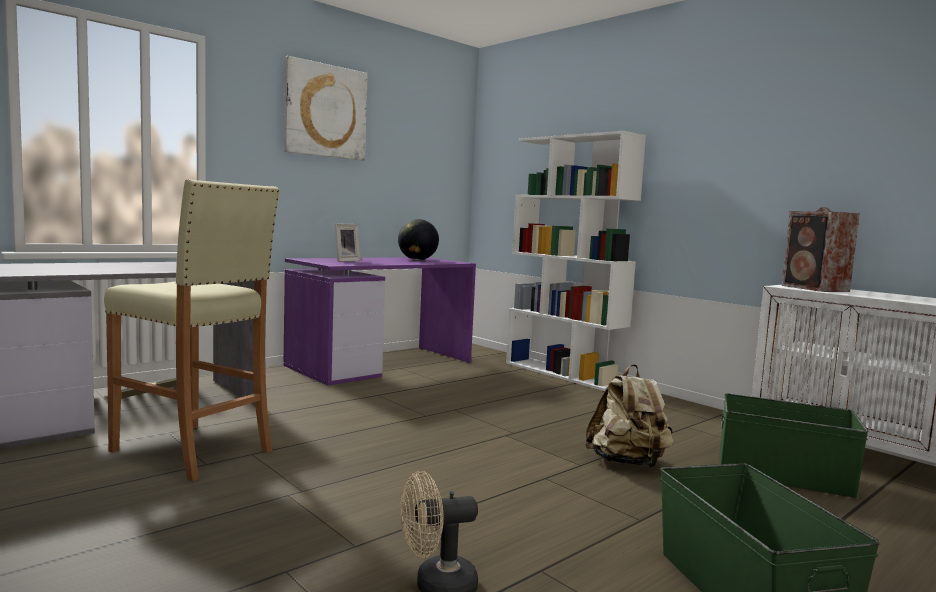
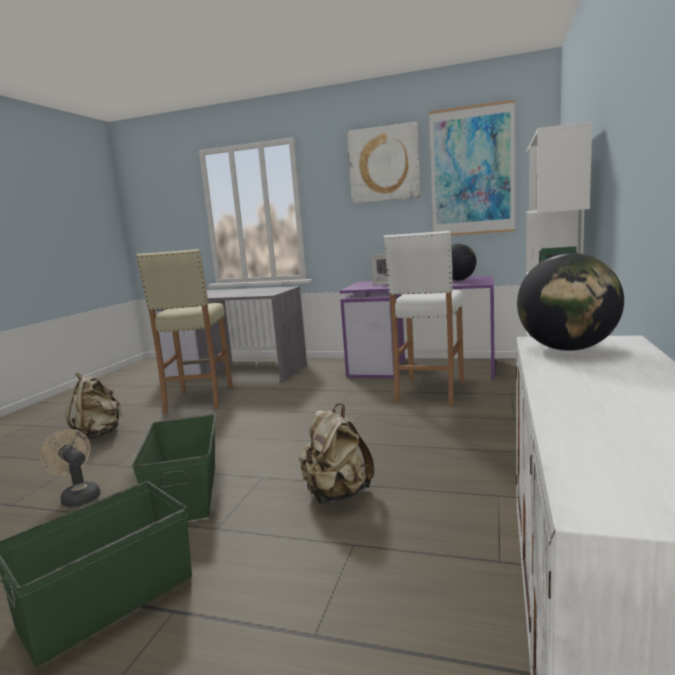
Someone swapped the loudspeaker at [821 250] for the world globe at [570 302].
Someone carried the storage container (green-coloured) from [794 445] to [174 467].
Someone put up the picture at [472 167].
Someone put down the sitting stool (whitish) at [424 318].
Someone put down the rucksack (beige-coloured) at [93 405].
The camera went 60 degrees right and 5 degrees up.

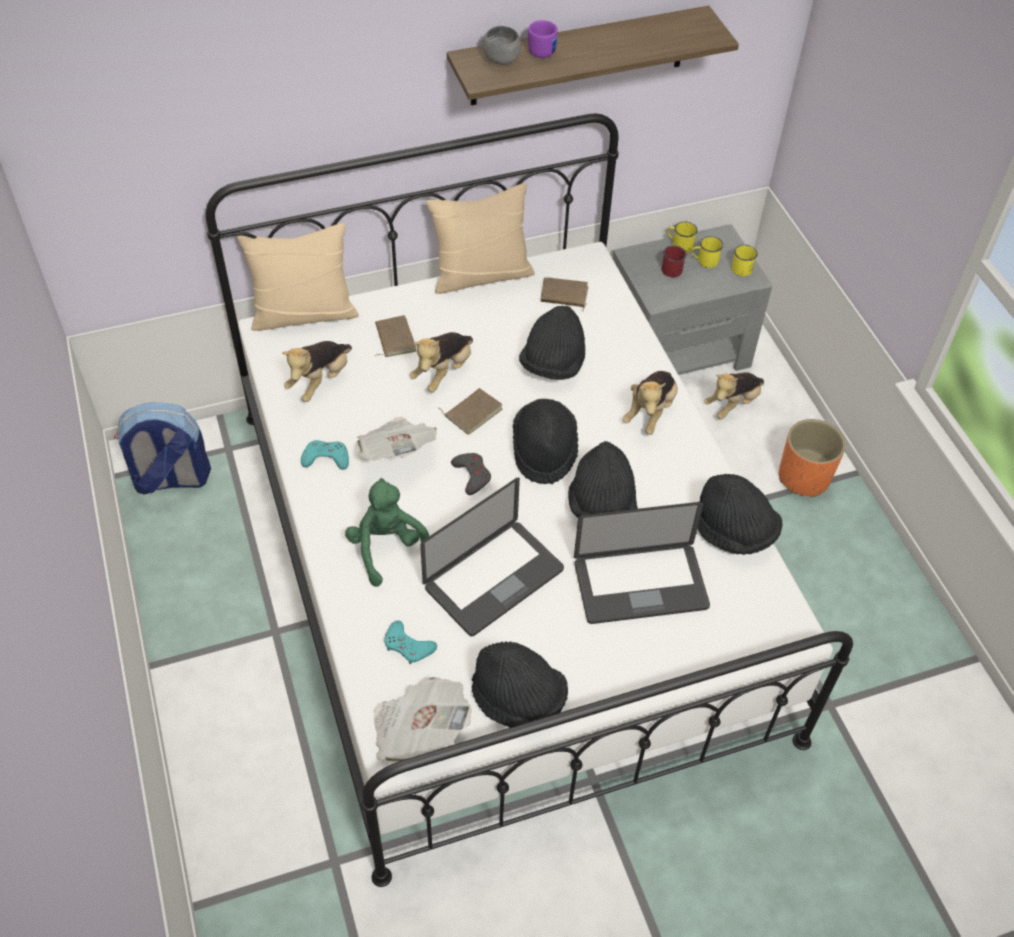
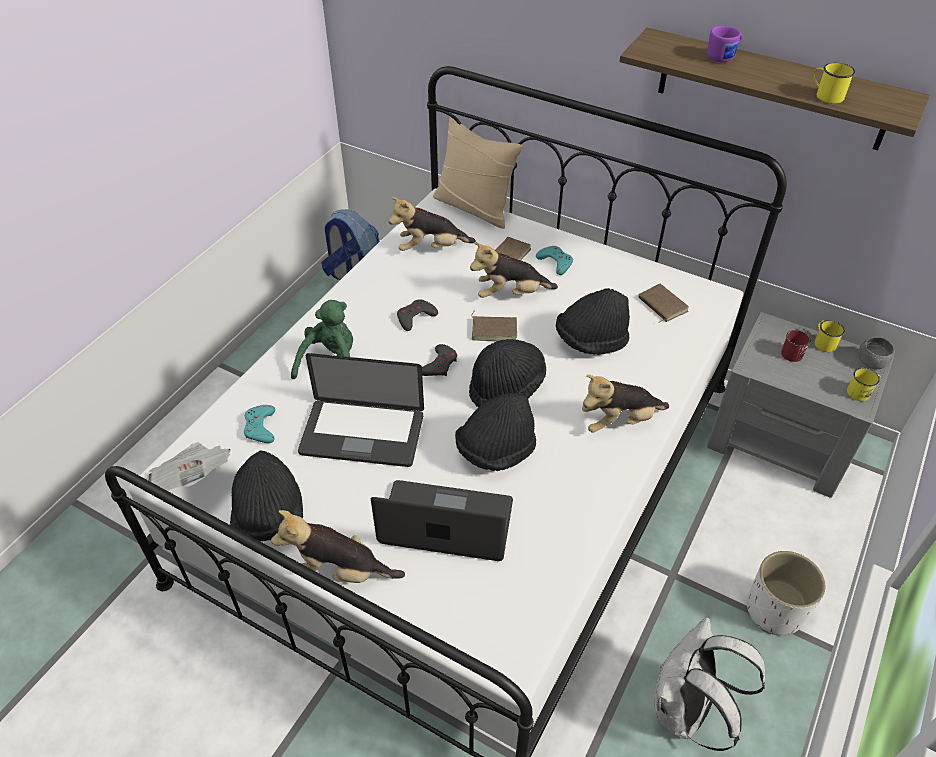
Someone carried the deep dish (grey) from [502 45] to [876 353].
Someone took away the cushion (beige-coloured) at [480 238].
Someone carried the coffee mug (yellowish) from [707 252] to [834 83].
Someone carried the plush toy from [734 395] to [338 546].
Someone swapped the printed paper at [396 438] for the joypad (grey) at [417 315].
Someone repainted the plant pot (orange-coloured) at [812 458], which became the plant pot (whitish) at [786 593].
Someone carried the joypad (turquoise-coloured) from [325 455] to [554 260].
Someone took away the clothing hat (blackish) at [739 514].
Someone rotated the notebook computer at [642 563] by 150 degrees clockwise.
Someone put down the rucksack (whitish) at [709 684].
The camera went 50 degrees right and 5 degrees down.

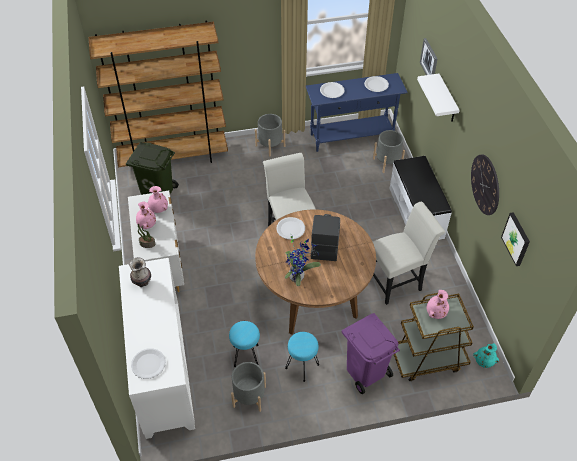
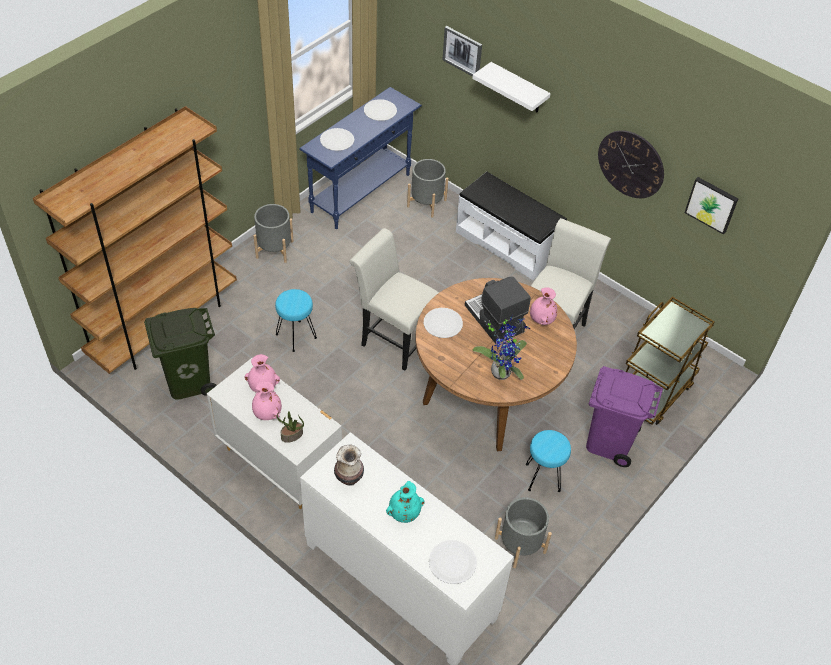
Someone carried the vase (pink) from [438 304] to [543 306].
Someone carried the sitting stool (turquoise-coloured) from [244 344] to [296 320].
Someone carried the vase (turquoise-coloured) from [486 355] to [405 502].
The camera went 40 degrees left and 0 degrees up.

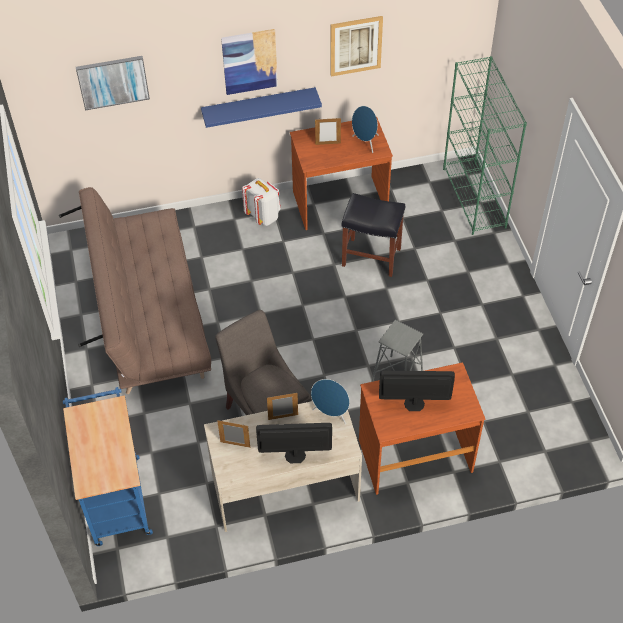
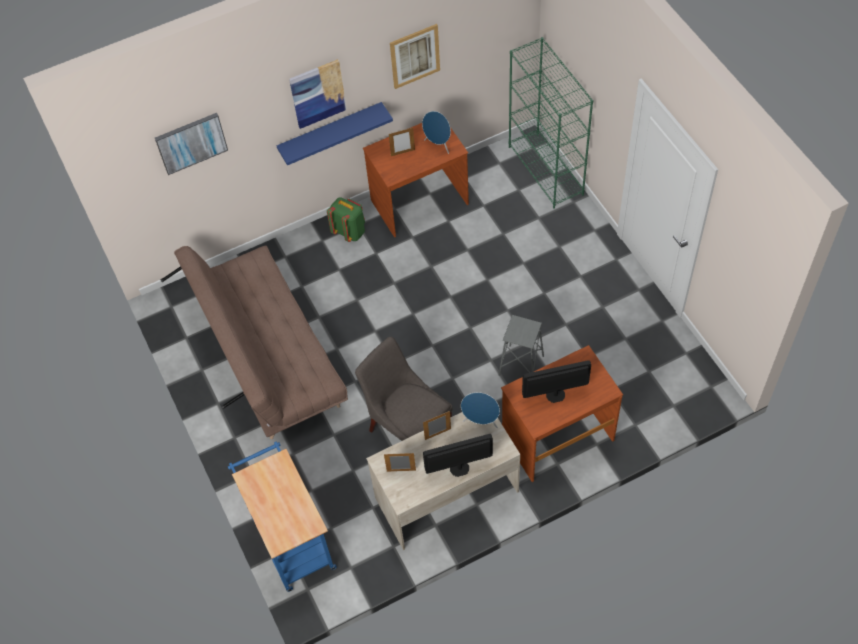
Someone repainted the rucksack (whitish) at [261 202], which became the rucksack (green-coloured) at [346 219].
Someone took away the sitting stool (blackish) at [373 235].
The camera went 10 degrees left and 5 degrees up.

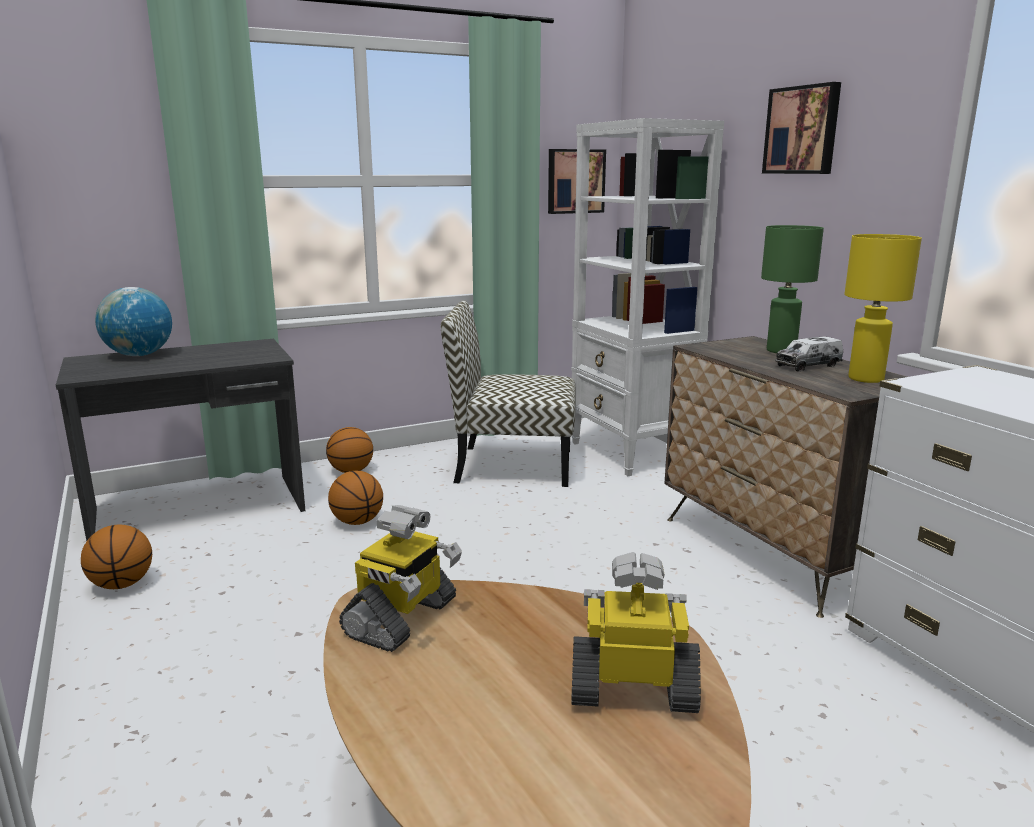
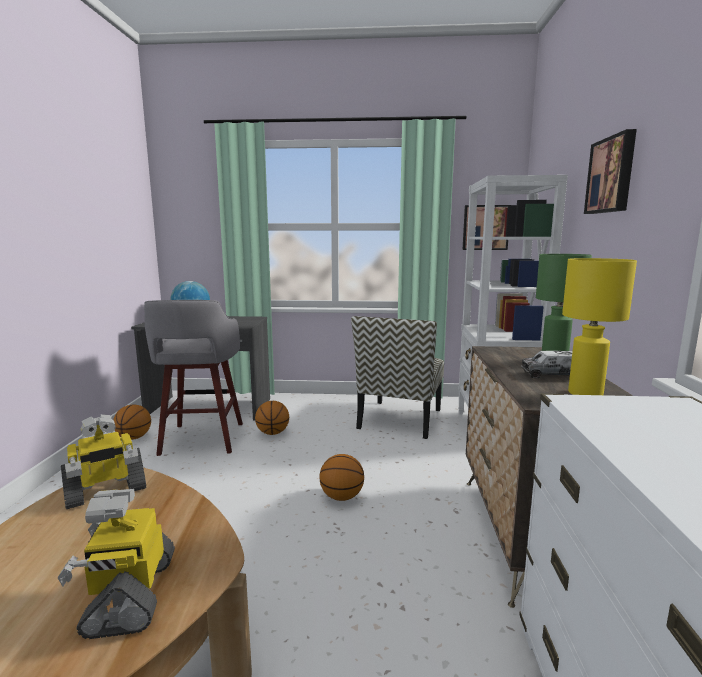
Someone rotated the upright chair at [508 393] by 105 degrees counterclockwise.
Someone carried the ball for basketball from [349 450] to [341 477].
Someone rotated the model robot at [636 632] by 135 degrees counterclockwise.
Someone put down the sitting stool (grey) at [193 378].
The camera went 30 degrees right and 5 degrees down.

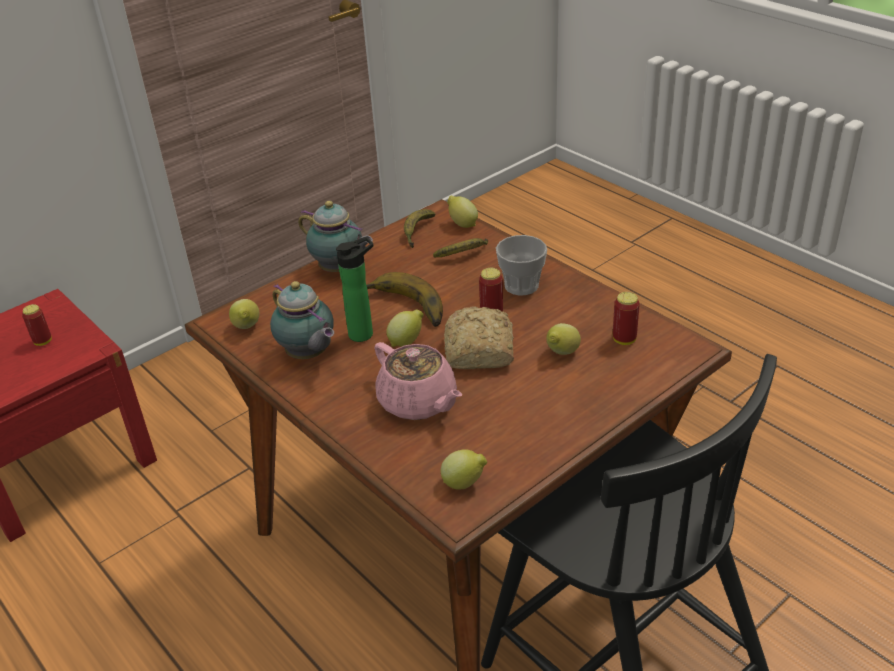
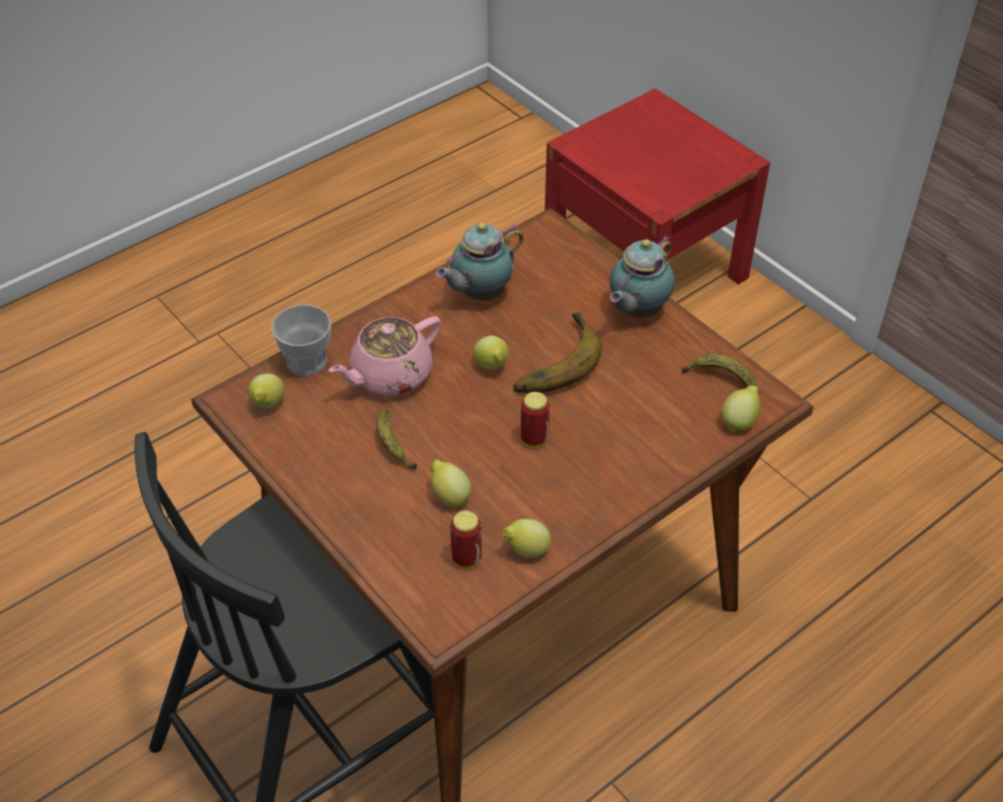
Someone carried the cup from [521 265] to [301 340].
Someone took away the drink bottle at [355 289].
Someone carried the banana fruit from [460 247] to [397 440].
Someone carried the whole lemon from [244 314] to [526 538].
Someone took away the sealed can at [37 325].
Someone took away the bakery bread at [479 337].
The camera went 90 degrees right and 10 degrees up.

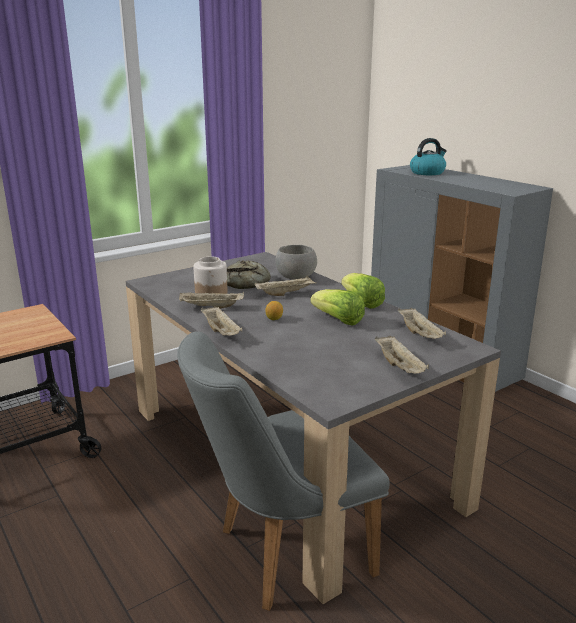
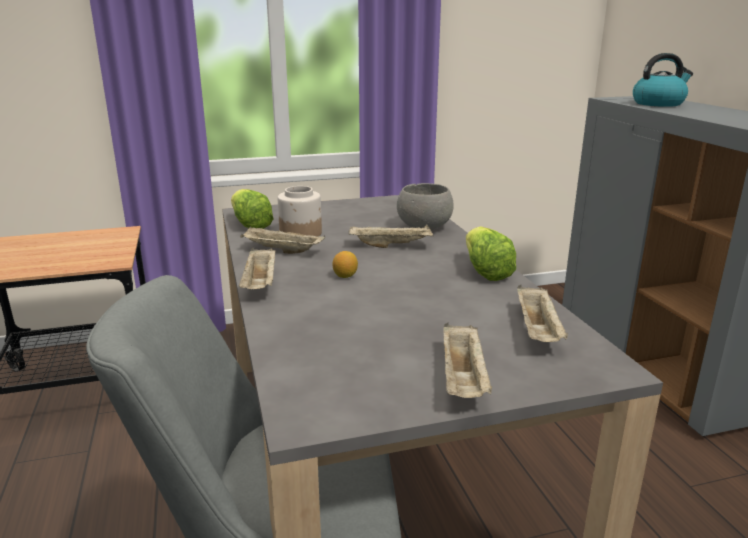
Someone took away the bakery bread at [249 274].
Someone carried the lettuce head from [337 307] to [252 209].
The camera went 20 degrees right and 0 degrees up.

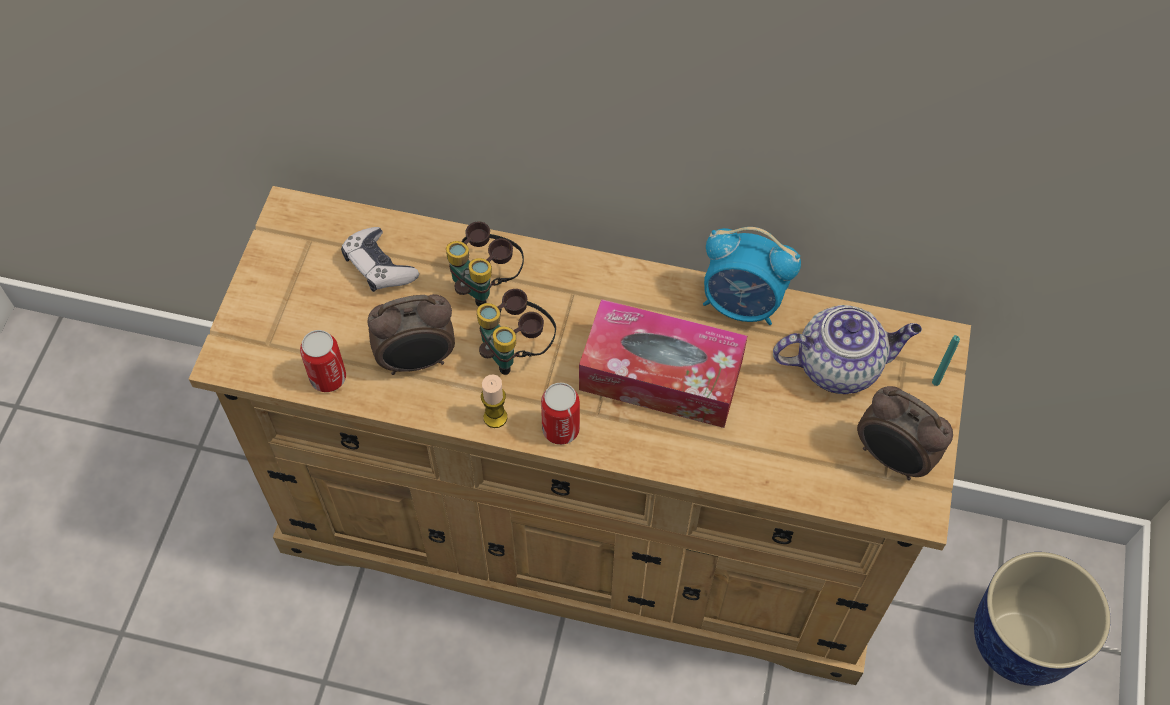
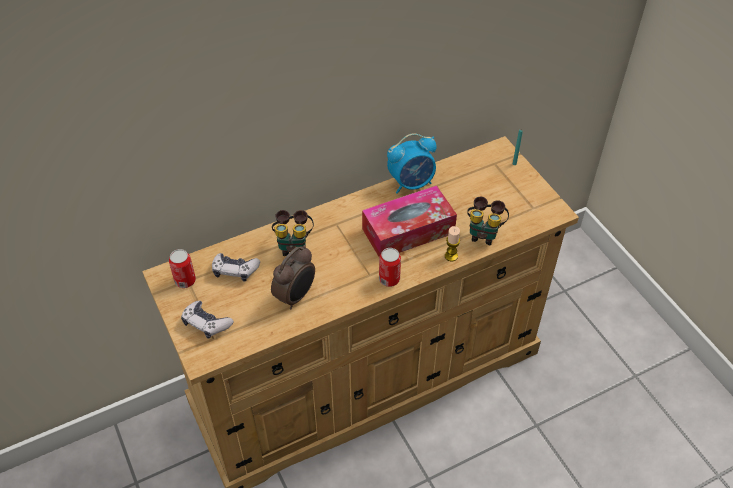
Someone carried the field glasses from [516 332] to [488 221].
Someone took away the tea pot at [847 349].
Someone carried the sealed can from [323 361] to [182 268].
Someone carried the candle from [494 401] to [452 243].
Someone took away the bedside clock at [905 433].
Someone took away the plant pot at [1042 619].
Someone put down the joypad at [207 319].
The camera went 40 degrees left and 10 degrees down.

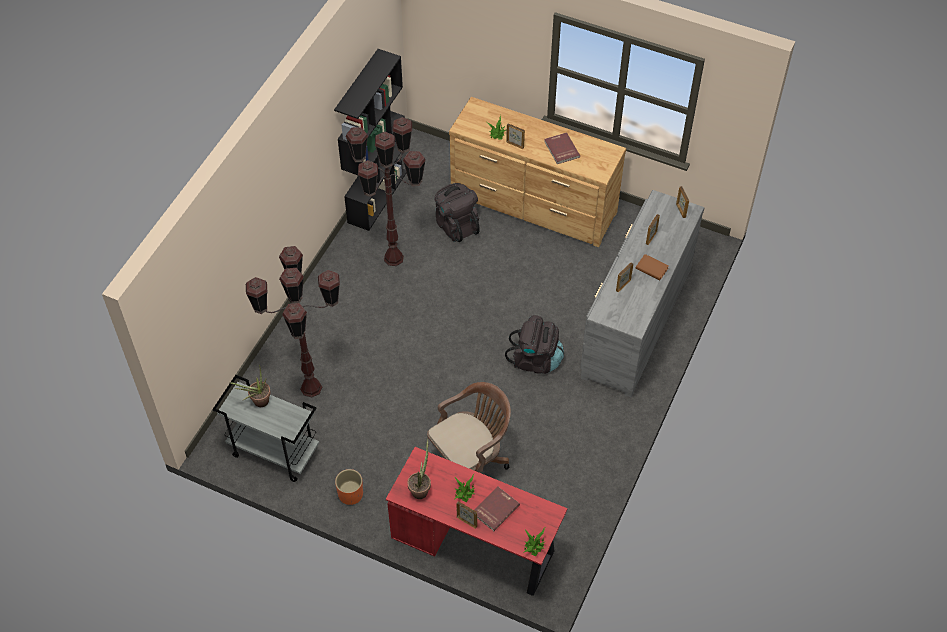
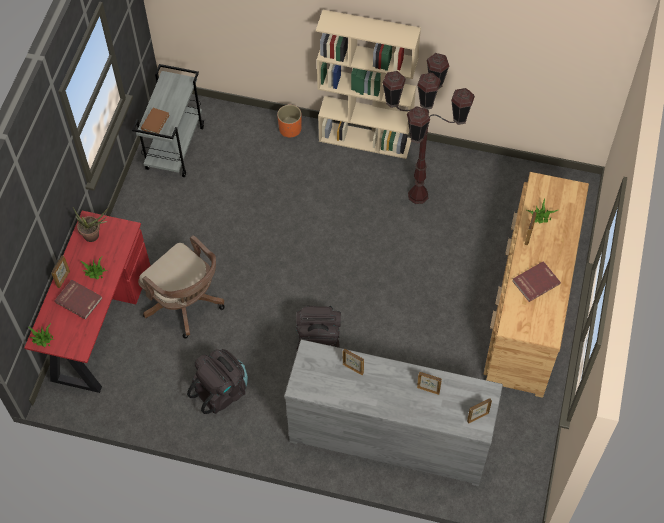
Someone took away the shelving unit (blackish) at [370 140].
Someone carried the rucksack (blackish) from [457 212] to [217 381].
Someone took away the floor lamp (brown-coloured) at [293 321].
Someone carried the book (brown-coloured) from [652 267] to [155 121].
Someone took away the plant in a pot at [250 385].
Someone carried the plant pot (orange-coloured) from [349 487] to [289 121].
Someone put down the shelving unit (beige-coloured) at [368 84].
The camera went 80 degrees right and 5 degrees up.

